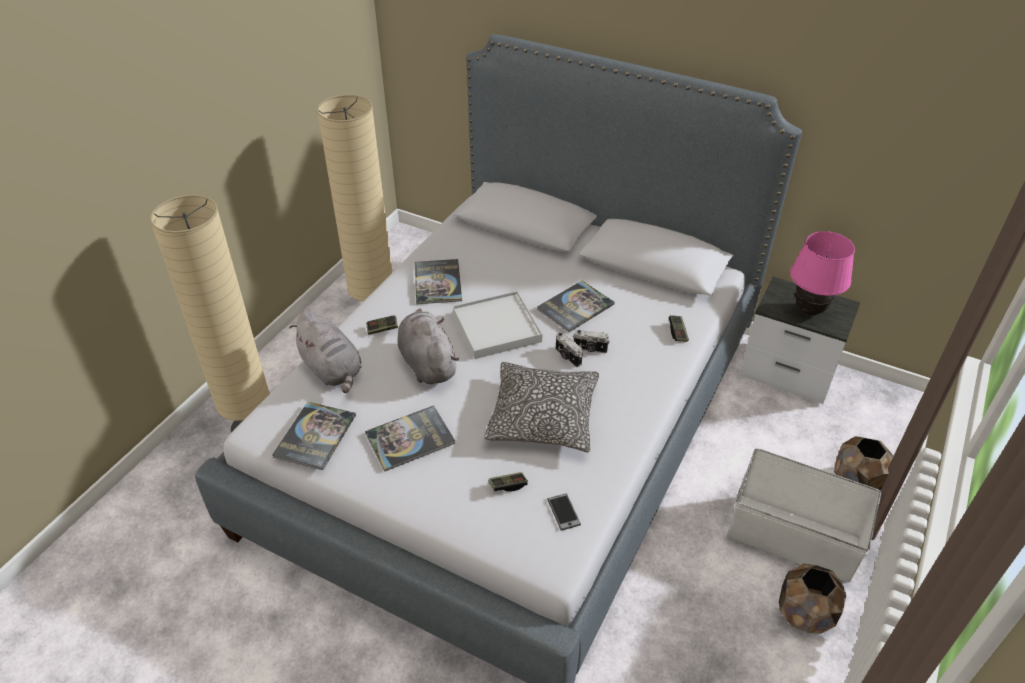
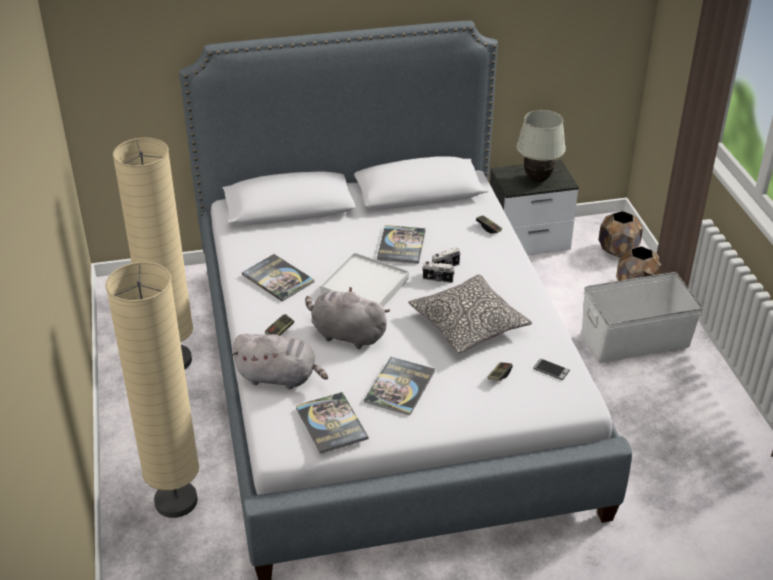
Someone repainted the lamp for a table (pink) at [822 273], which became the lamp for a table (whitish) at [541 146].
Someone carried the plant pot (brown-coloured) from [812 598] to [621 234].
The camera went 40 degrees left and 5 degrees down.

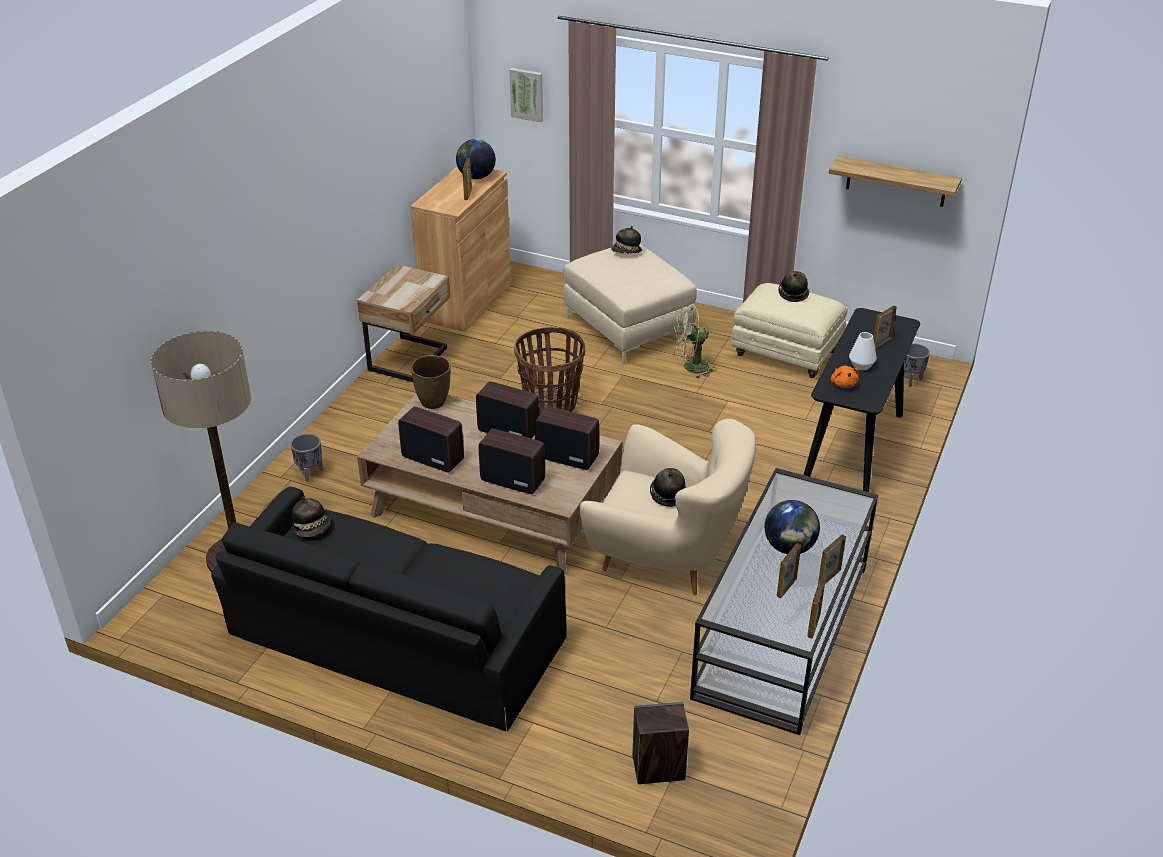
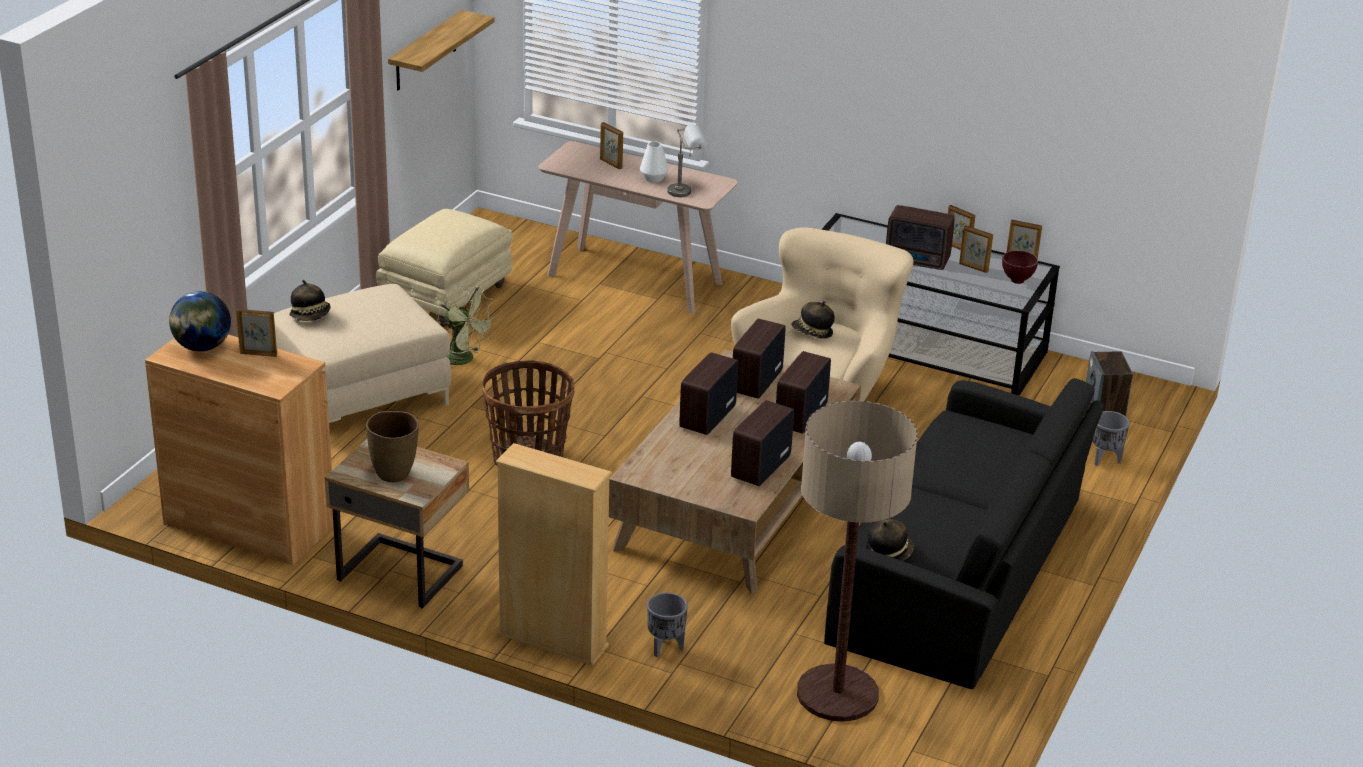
Someone took away the picture at [526 95].
Someone took away the clothing hat at [793 286].
Someone rotated the electric fan (green-coloured) at [695 342] by 45 degrees counterclockwise.
Someone repainted the narrow table (blackish) at [862 400], which became the narrow table (beige-coloured) at [638 227].
Someone carried the plant pot (grey) from [917 365] to [1111 438].
Someone carried the vase (brown-coloured) from [431 382] to [392 446].
Someone swapped the plush toy (orange-coloured) at [845 377] for the lamp for a table (grey) at [688 160].
Someone swapped the world globe at [792 527] for the radio at [920 237].
Someone put down the deep dish (brown-coloured) at [1020 267].
Someone put down the shelving unit (beige-coloured) at [554 554].
The camera went 90 degrees left and 5 degrees down.

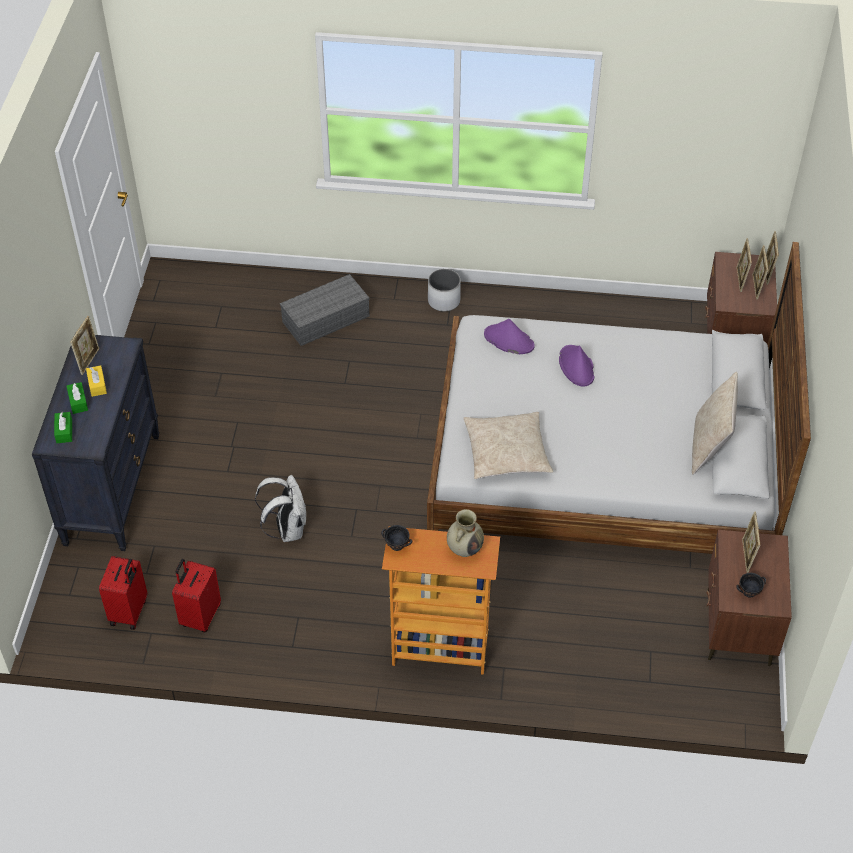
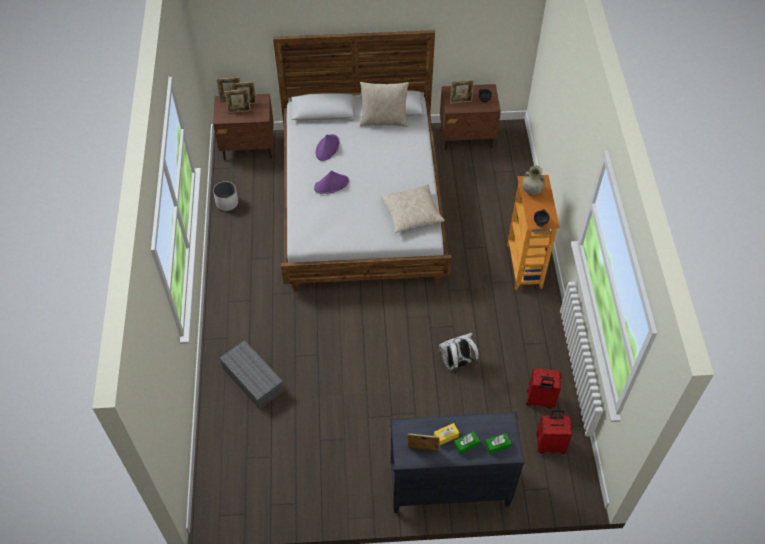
Someone carried the plant pot (whitish) from [444 290] to [225 196].
Someone carried the clothing hat (purplish) from [509 336] to [328 147].
The camera went 100 degrees left and 5 degrees up.

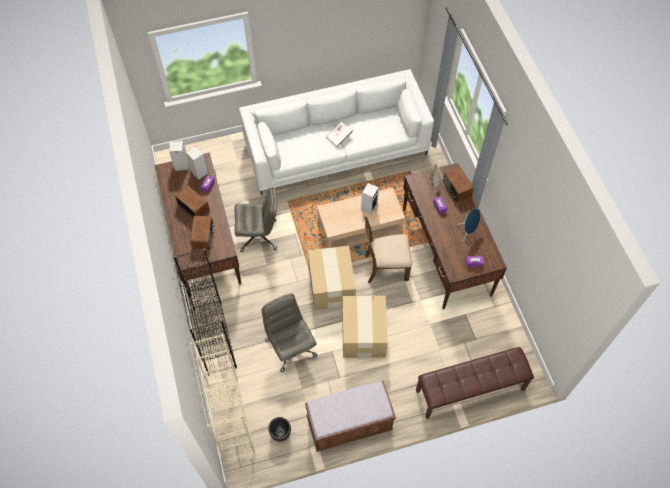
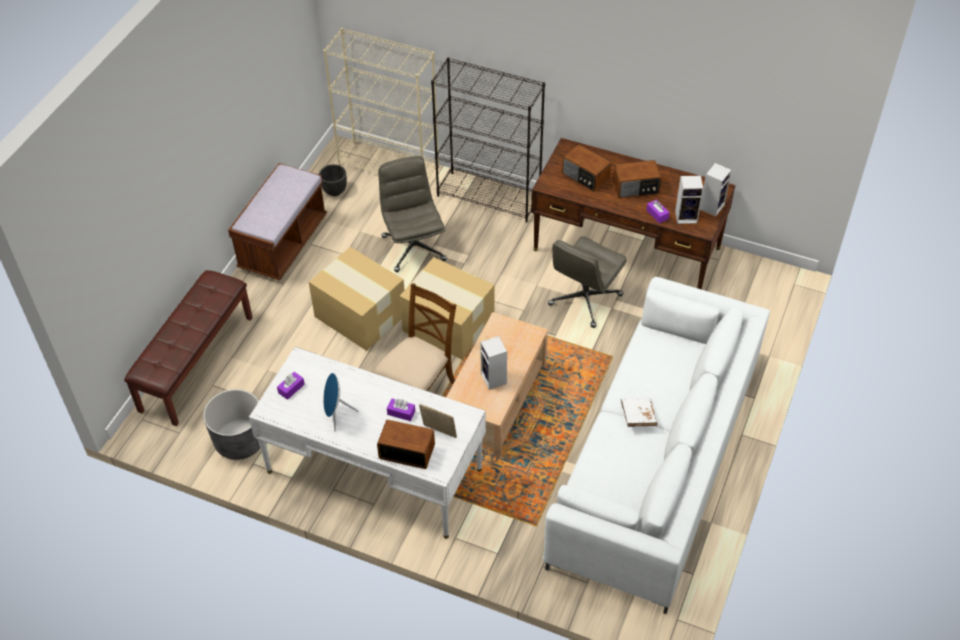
Someone repainted the desk (brown-coloured) at [455 236], which became the desk (whitish) at [367 443].
Someone rotated the computer chair (grey) at [289 332] by 120 degrees counterclockwise.
Someone put down the plant pot (grey) at [231 424].
The camera went 130 degrees right and 10 degrees down.

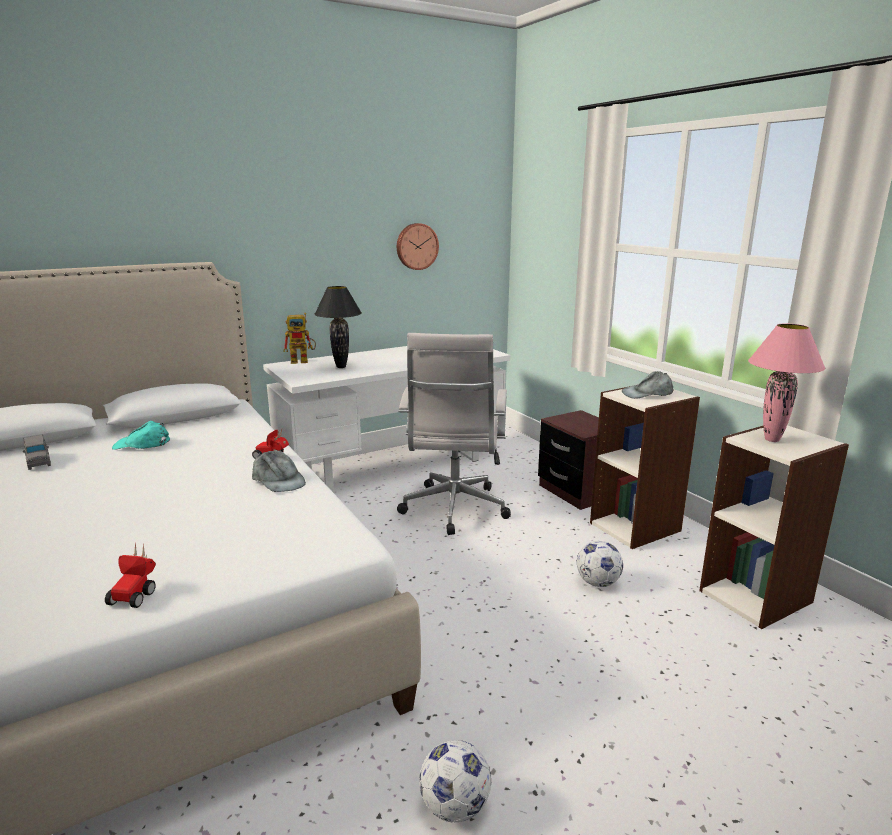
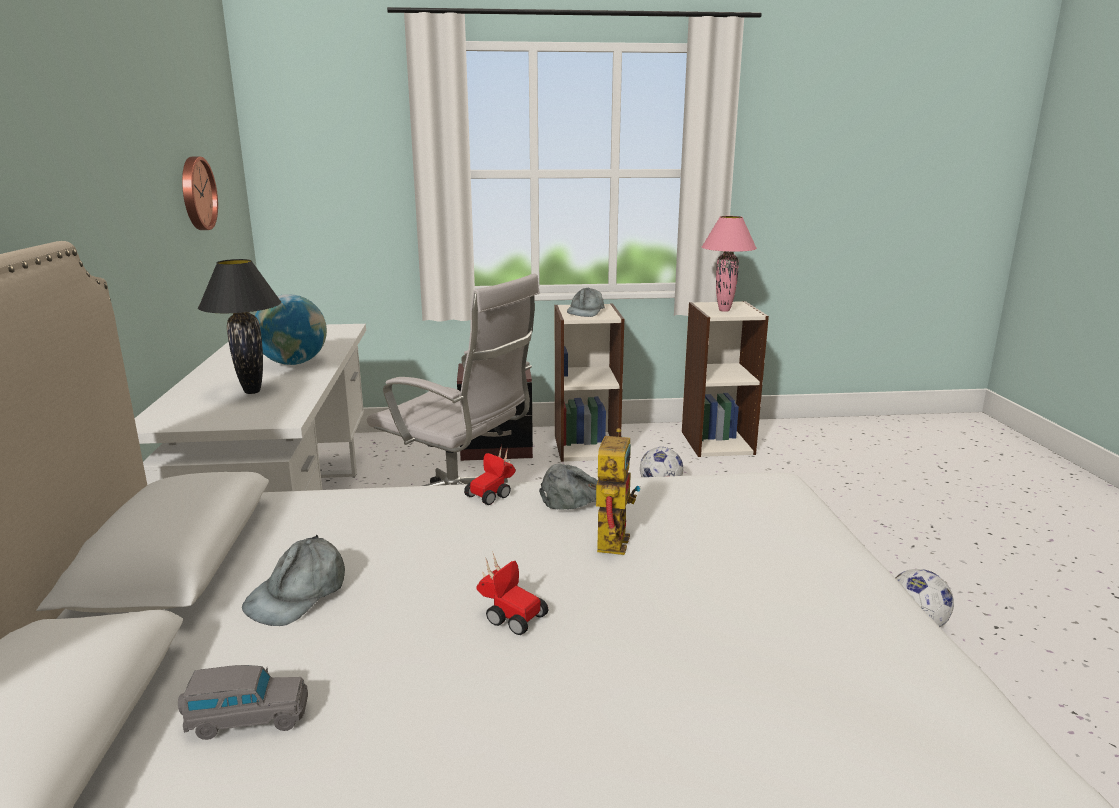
Someone carried the model robot from [300 338] to [614 491].
Someone repainted the baseball cap (turquoise-coloured) at [141 435], which became the baseball cap (grey) at [293 580].
Someone carried the miniature car from [130 575] to [512 593].
Someone put down the world globe at [291 329].
The camera went 65 degrees left and 0 degrees up.

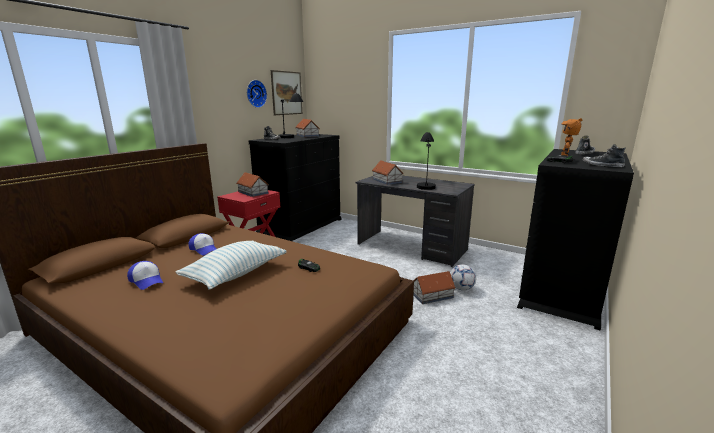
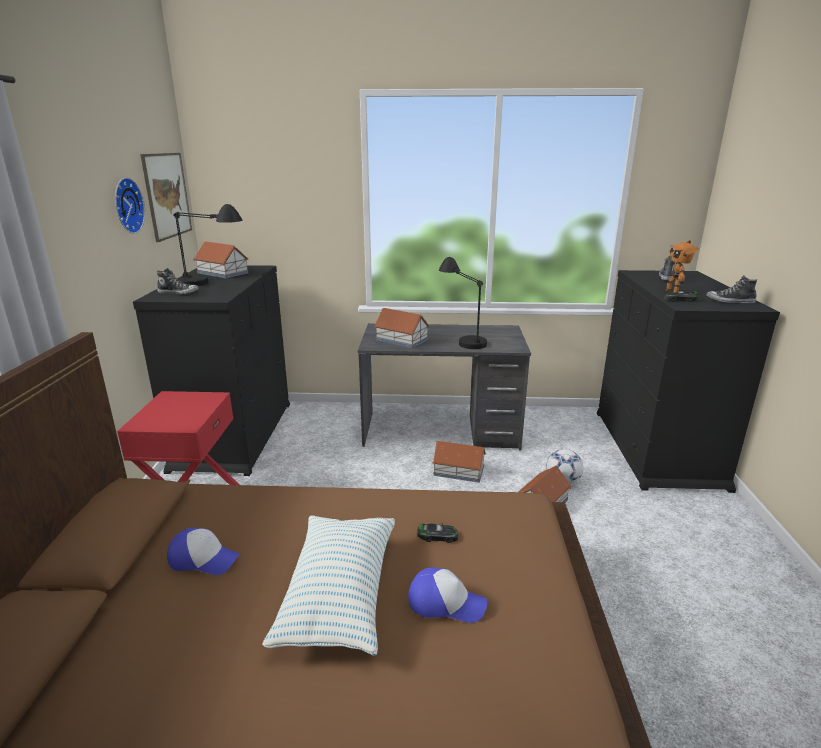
Someone carried the model house from [253 184] to [459 462].
Someone carried the baseball cap from [145 275] to [448 595].
The camera went 30 degrees left and 5 degrees up.

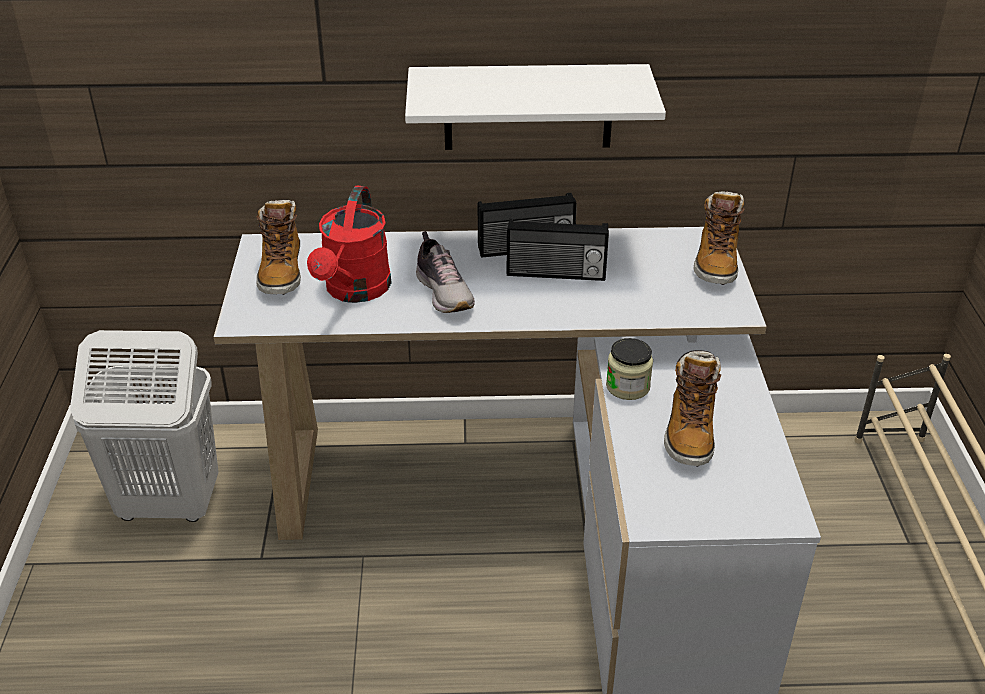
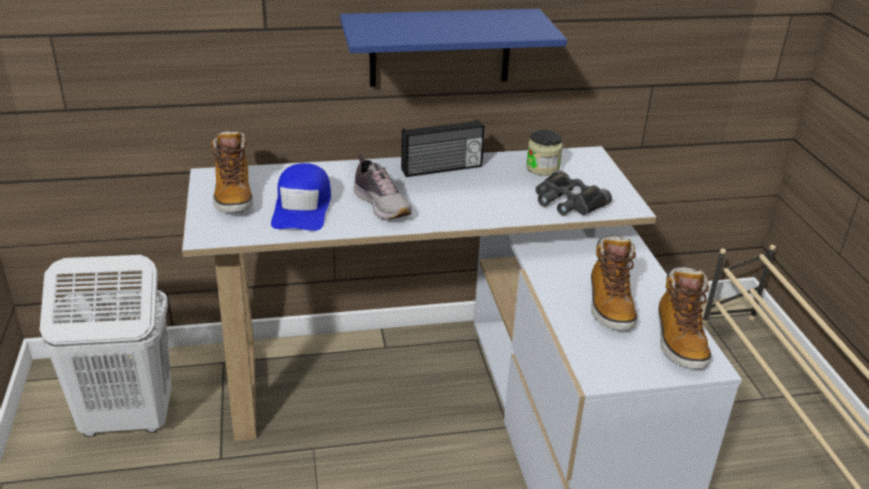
Someone repainted the shelf (whitish) at [535 107], which became the shelf (blue) at [453 48].
Someone swapped the watering can (reddish) at [349 244] for the baseball cap (blue) at [301 197].
Someone carried the boot from [719 238] to [685 318].
Someone took away the radio at [558 250].
Someone carried the storage jar from [629 369] to [544 153].
Someone put down the field glasses (blackish) at [573 193].
The camera went 10 degrees left and 5 degrees down.

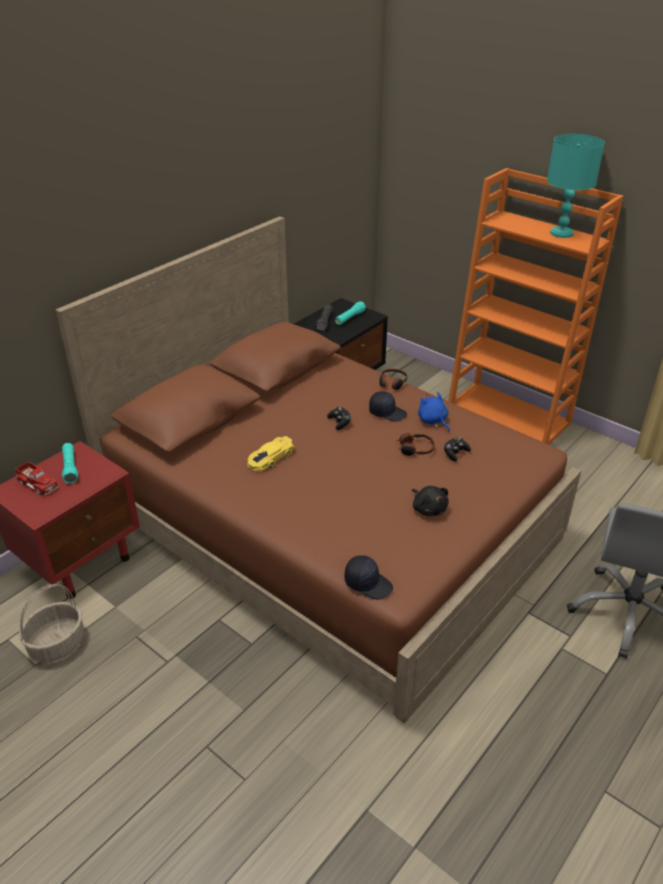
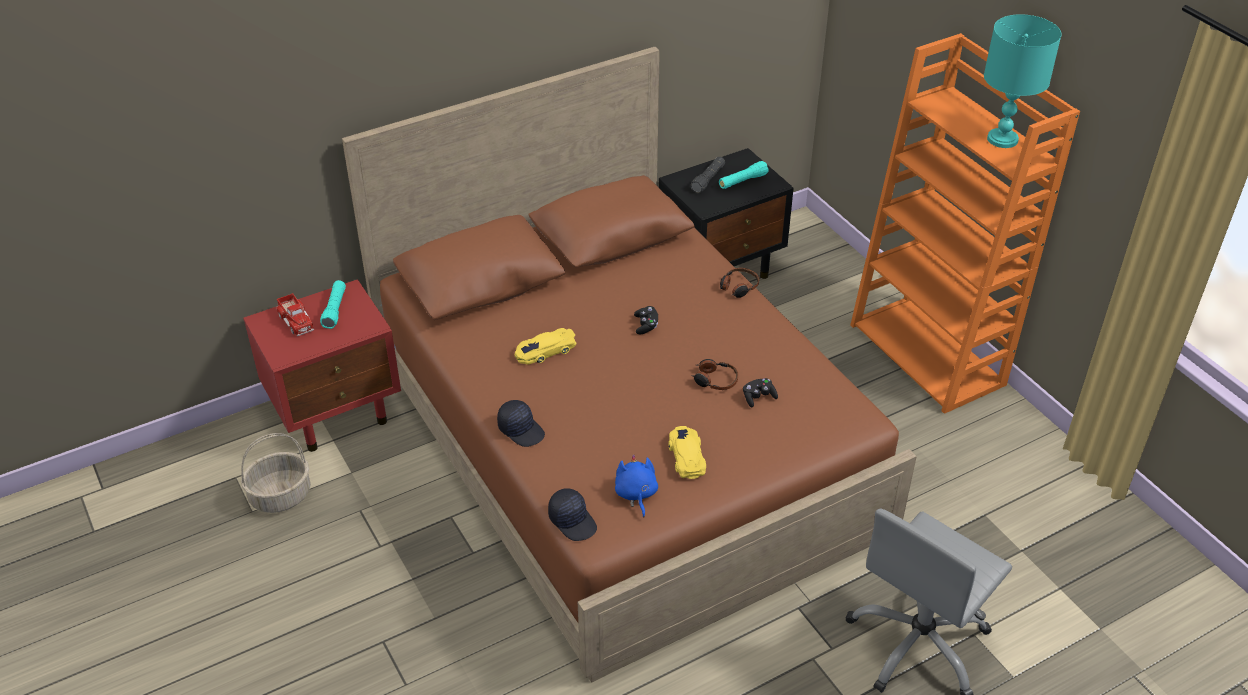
Someone carried the baseball cap (blackish) from [388 406] to [521 423].
Someone carried the plush toy (blue) from [434 411] to [636 485].
Someone swapped the plush toy (blackish) at [430 501] for the miniature car (yellowish) at [687 452].
The camera went 20 degrees right and 5 degrees up.

